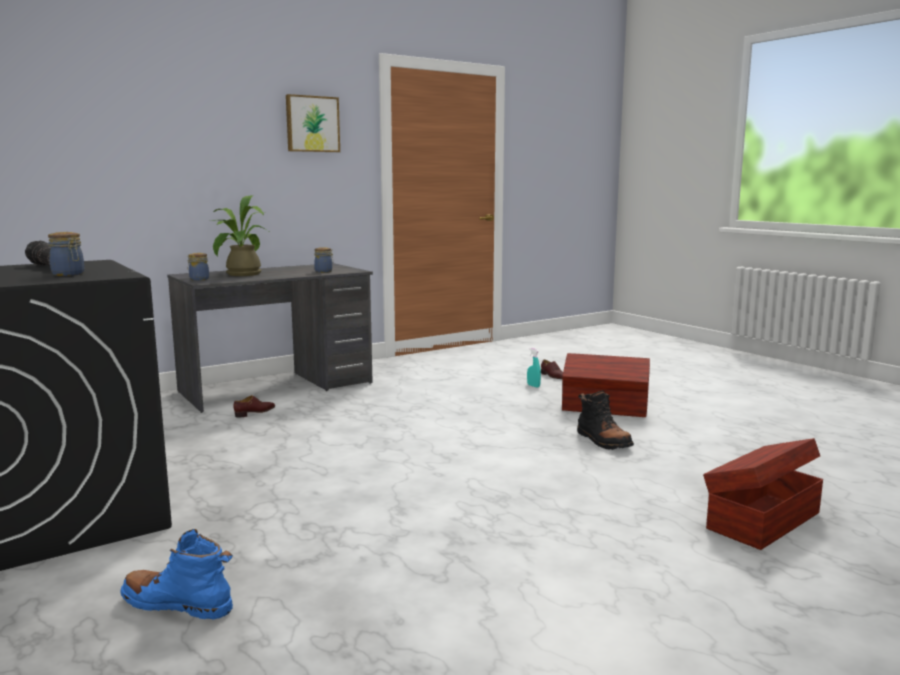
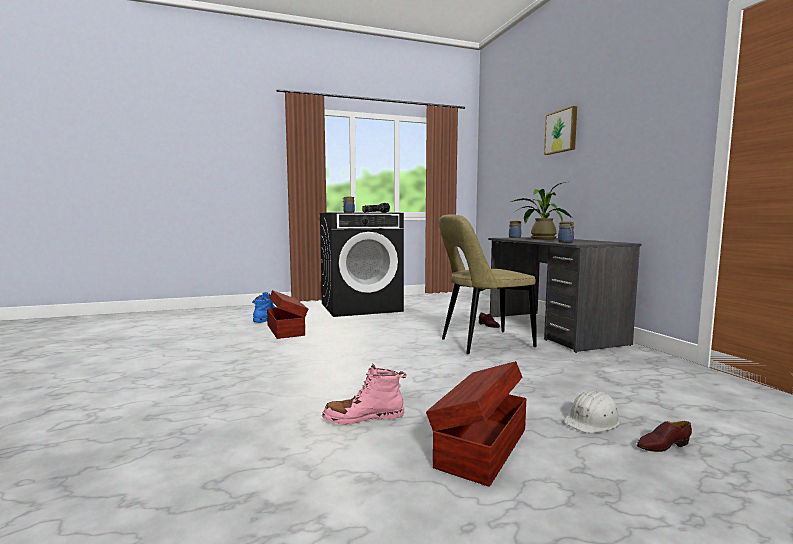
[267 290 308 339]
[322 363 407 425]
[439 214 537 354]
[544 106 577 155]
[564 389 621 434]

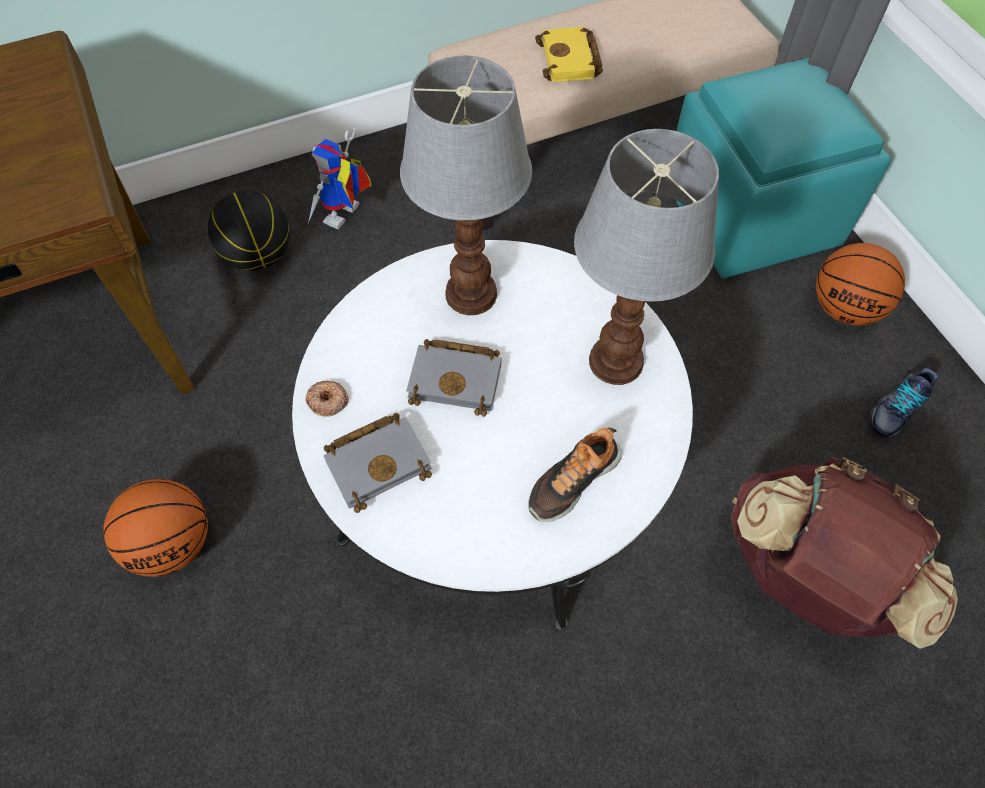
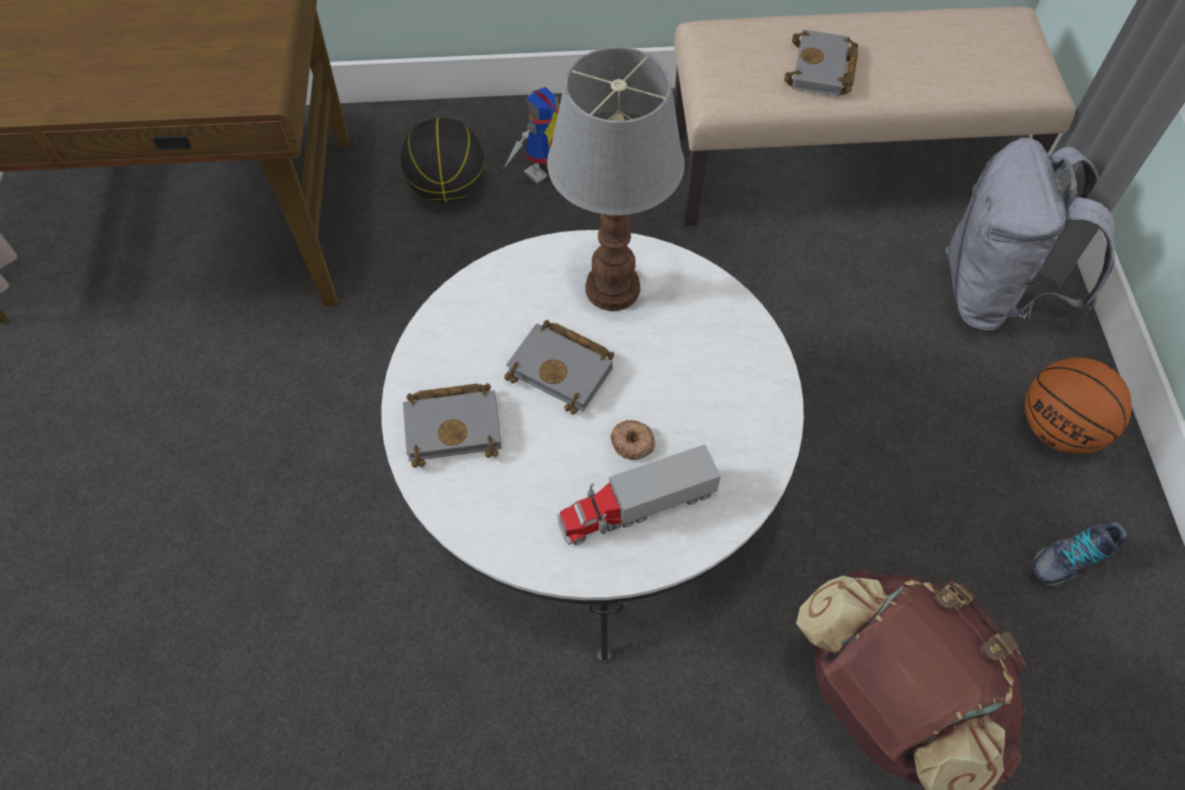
[557 444 721 545]
[611 420 656 460]
[784 30 858 96]
[946 138 1115 332]
[104 479 208 577] (first image)
[574 129 719 385] (first image)

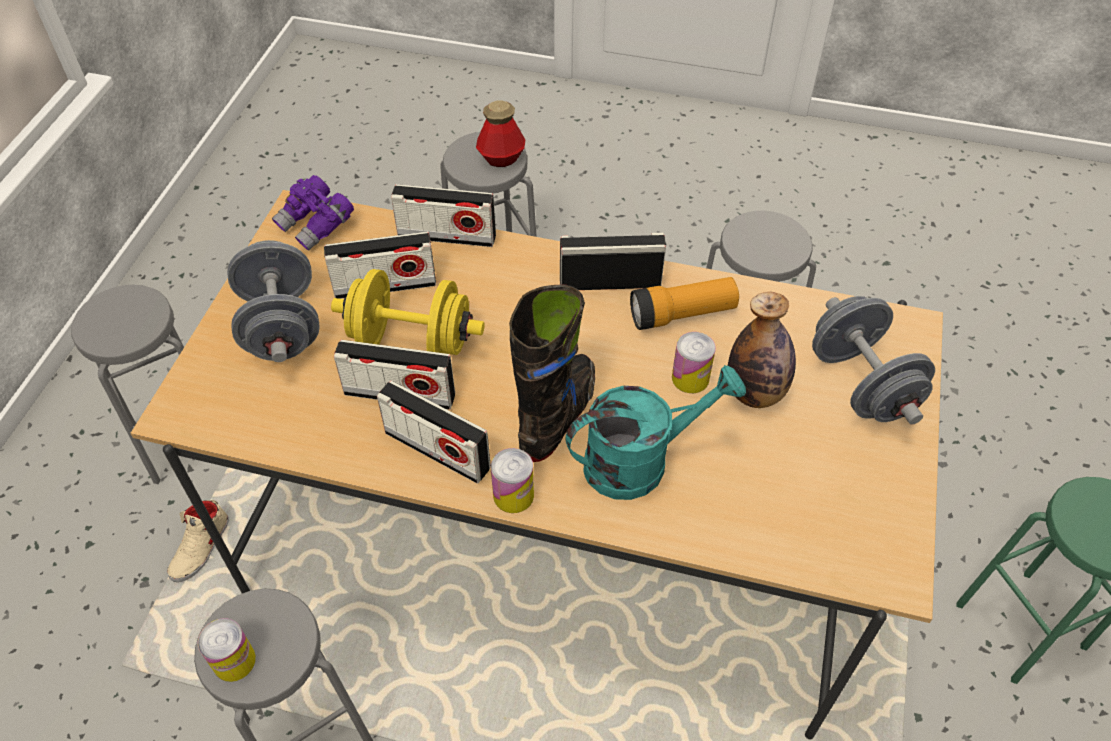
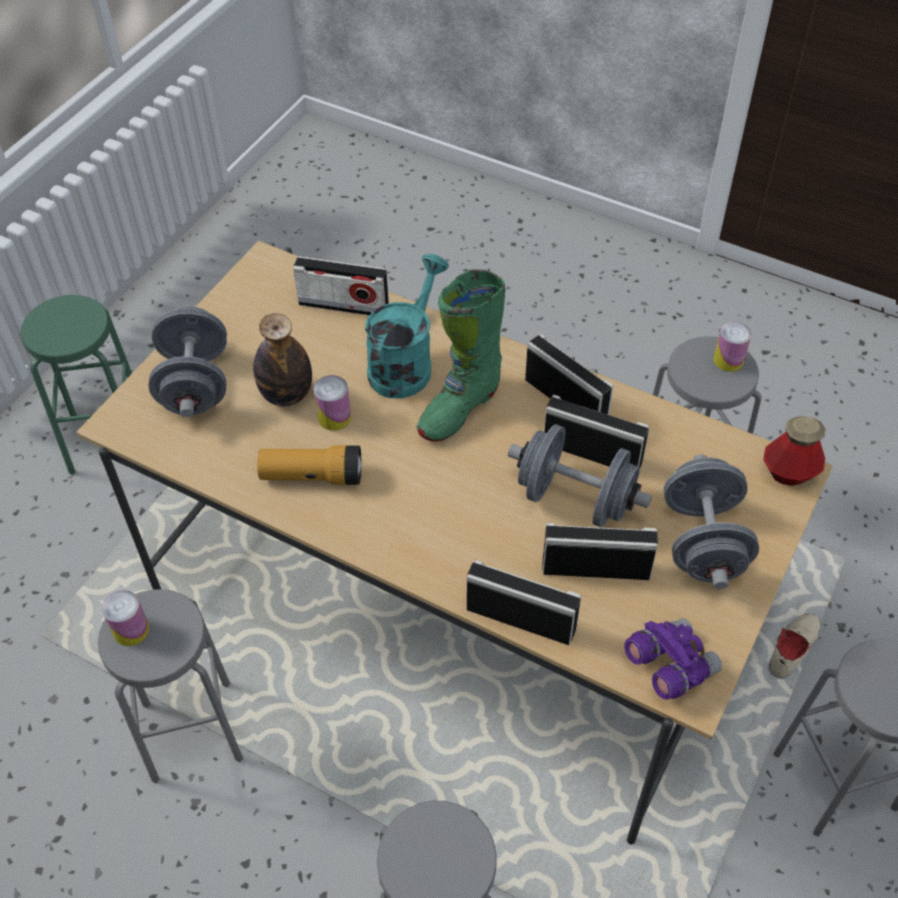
[102 590 149 646]
[293 256 389 315]
[365 254 449 398]
[416 269 505 442]
[508 424 652 527]
[763 416 825 486]

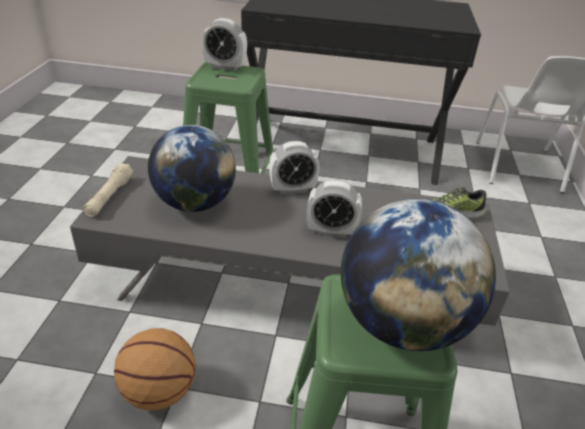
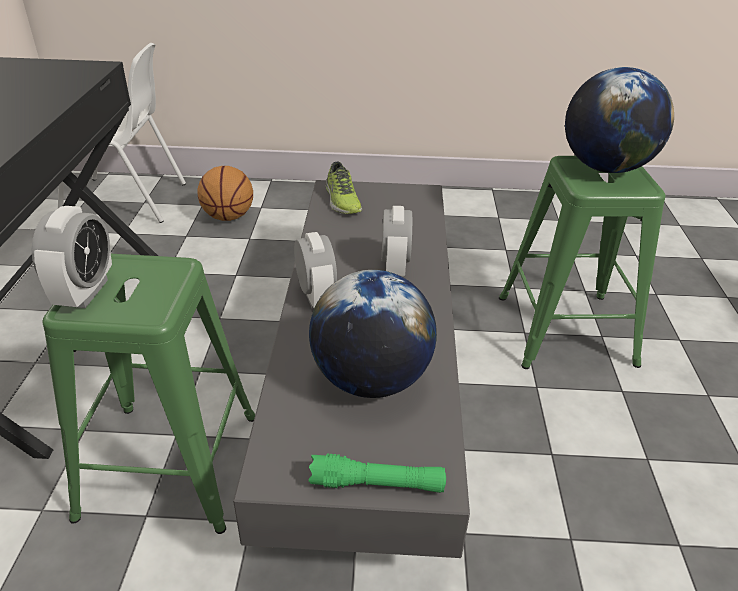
[197 166 253 221]
[308 453 446 493]

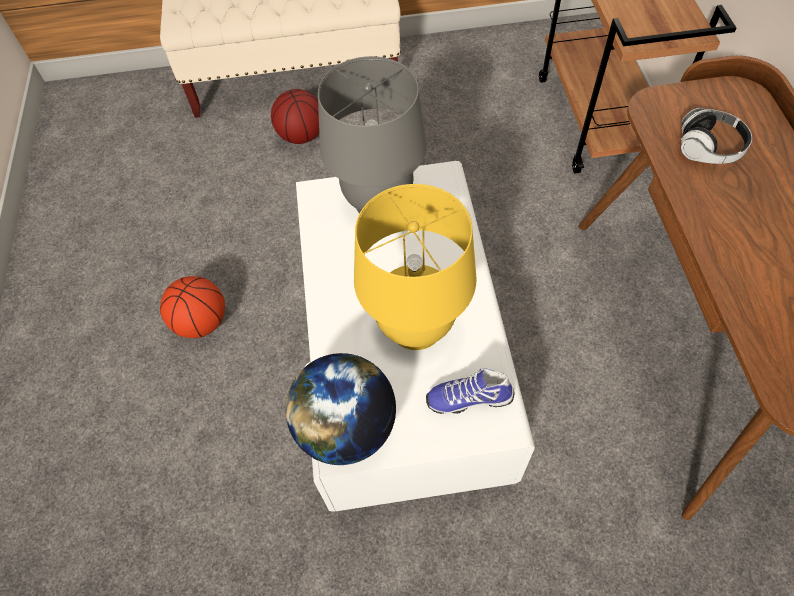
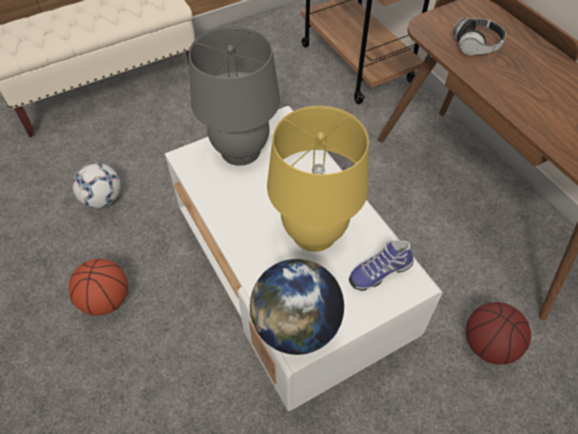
[72 163 121 209]
[466 302 531 364]

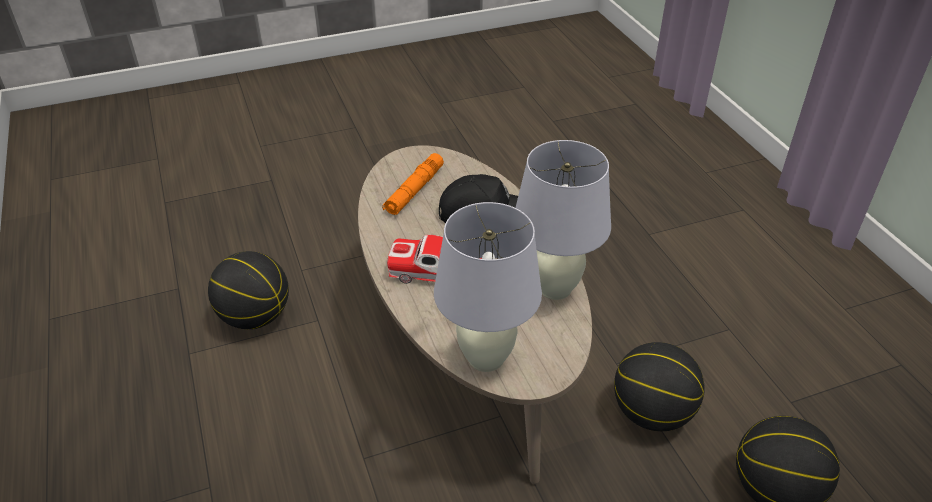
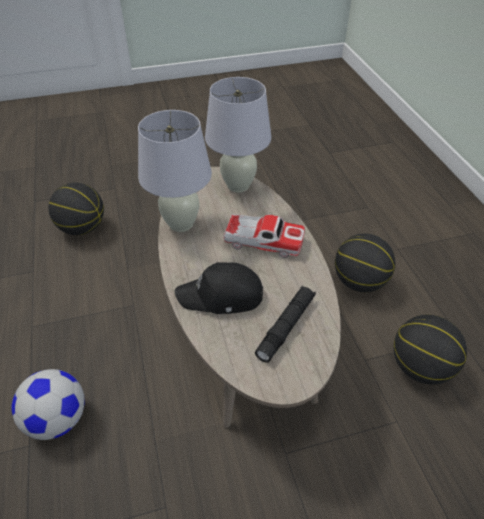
[12 369 85 440]
[255 286 316 363]
[335 233 395 292]

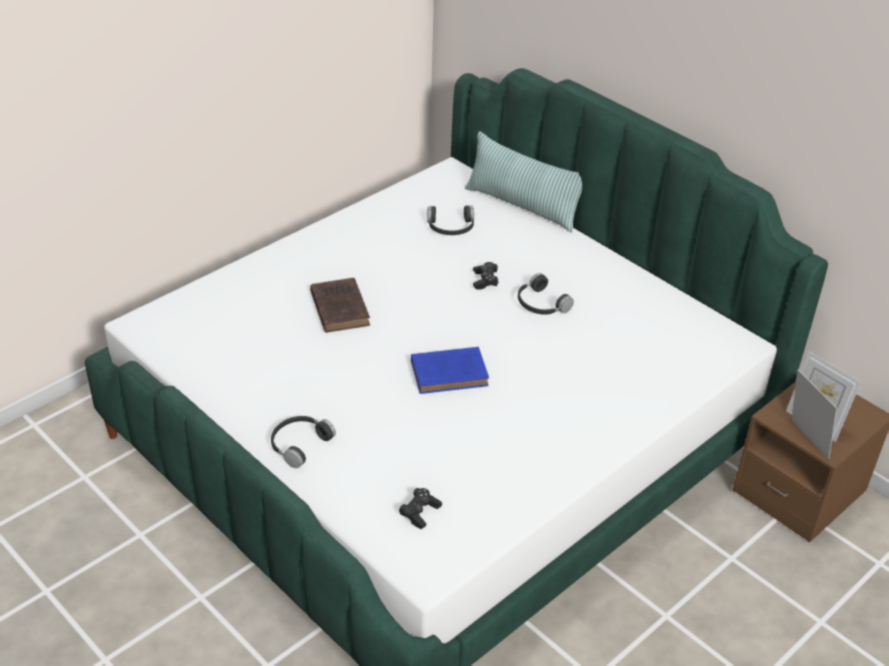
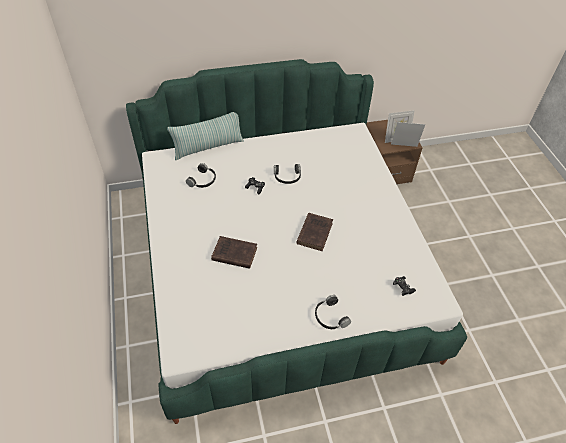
[296 213 333 251]

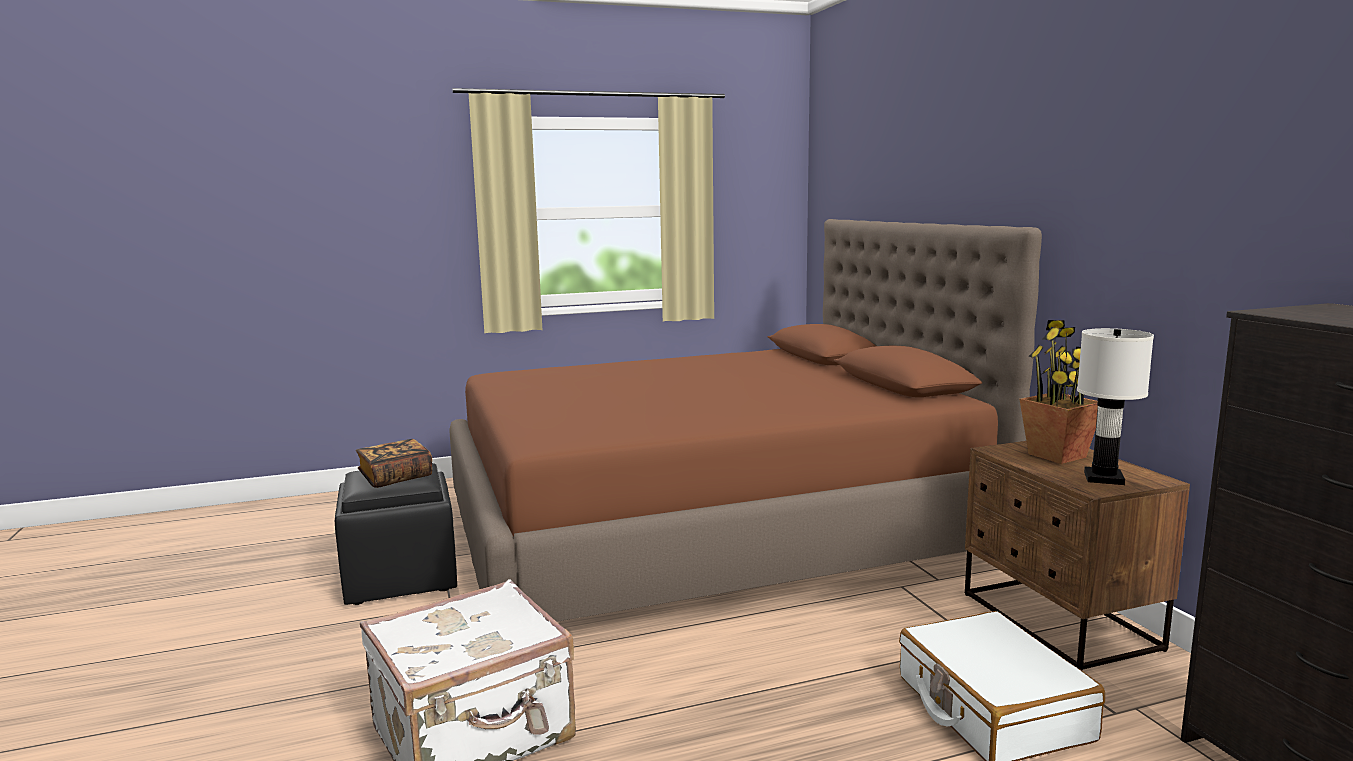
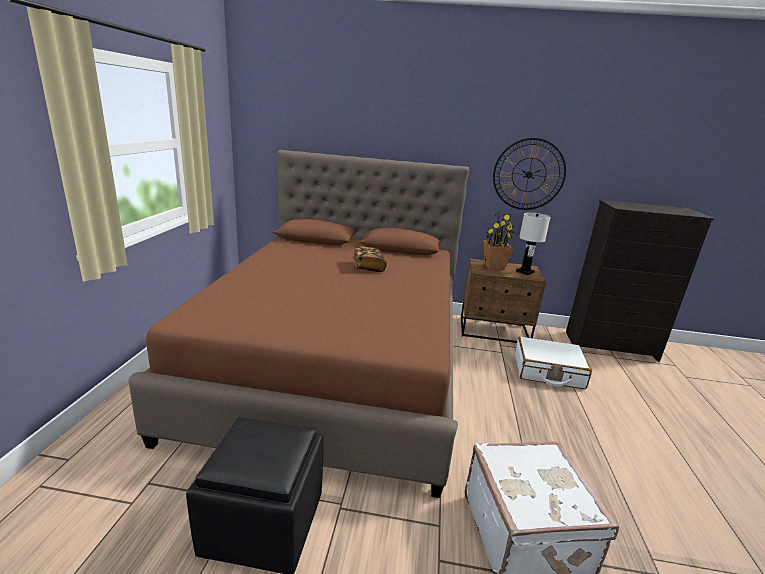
[353 246 387 272]
[493 138 566 210]

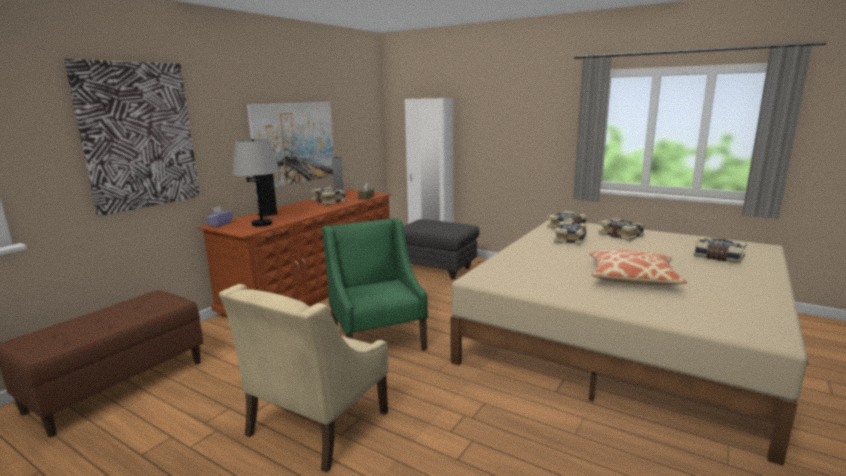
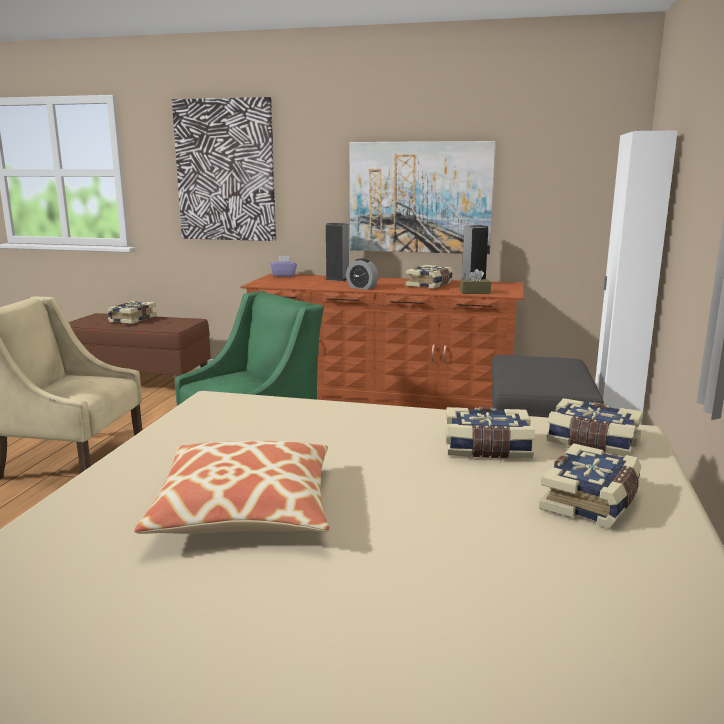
[107 301 157 324]
[346 258 378 290]
[232 139 279 227] (first image)

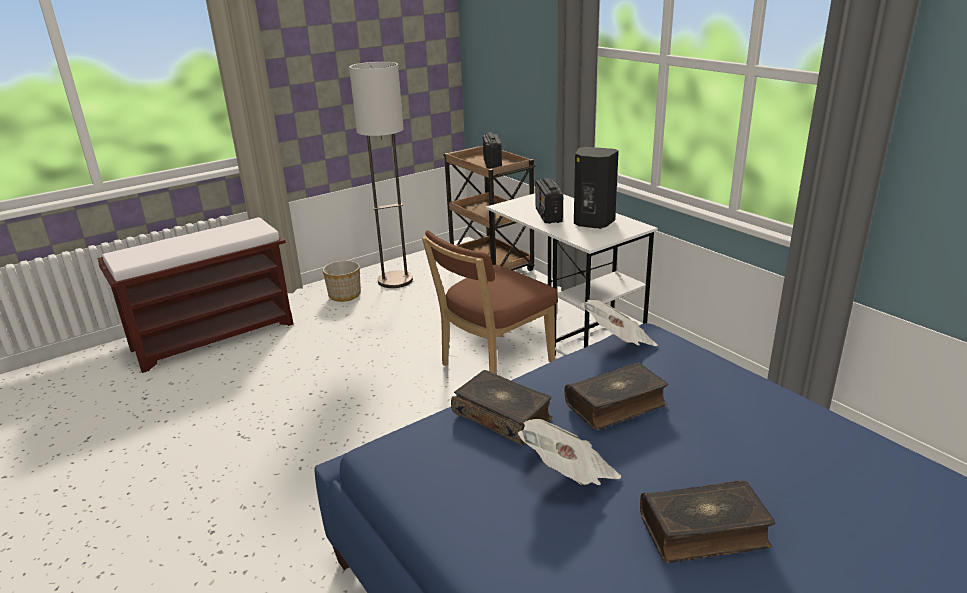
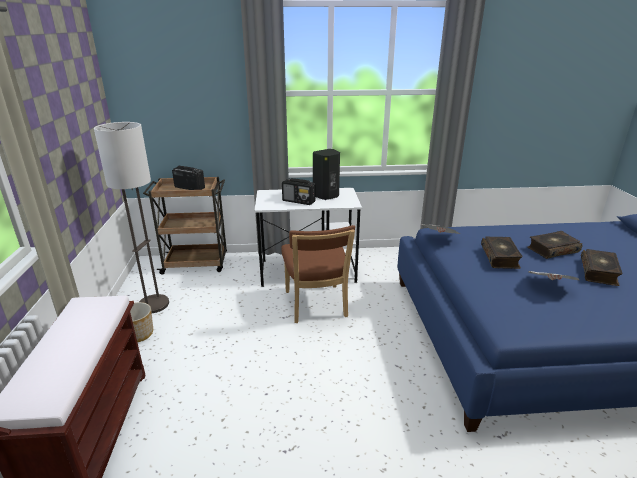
[527 231 582 259]

